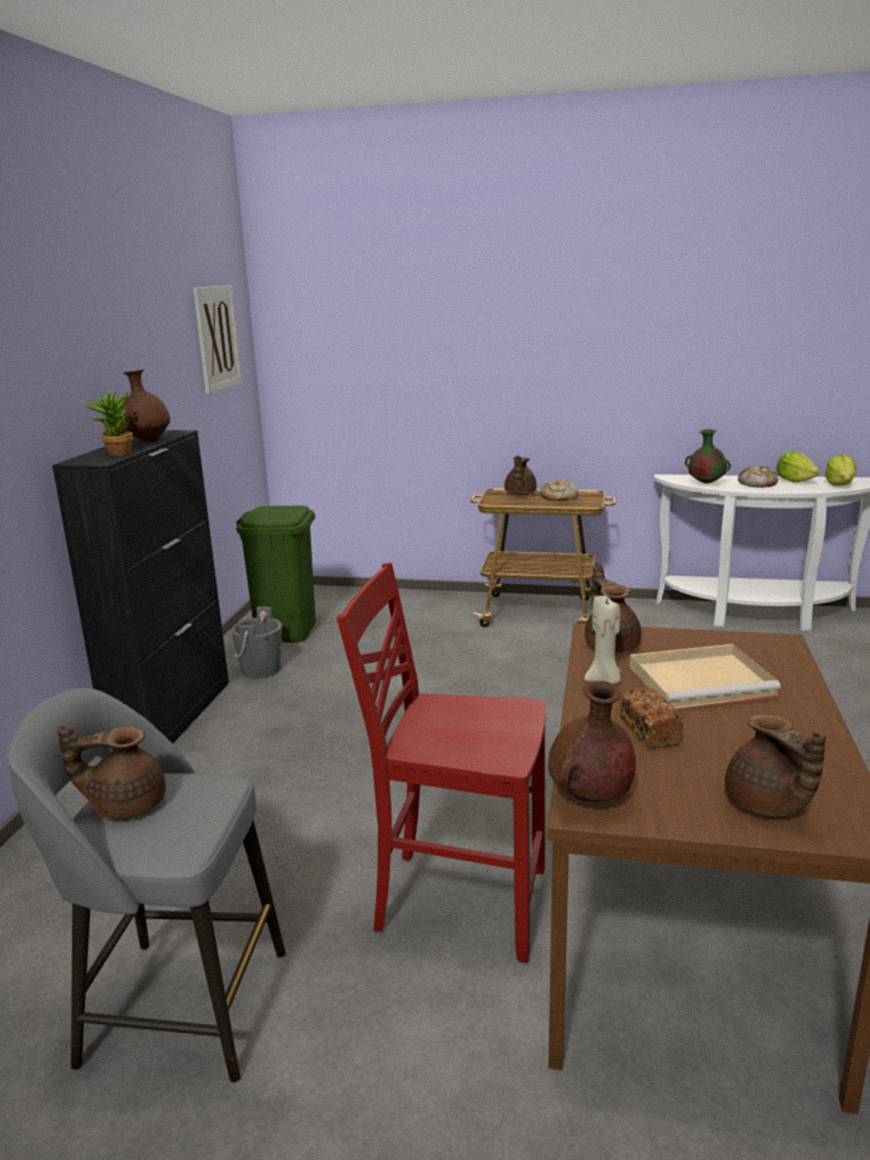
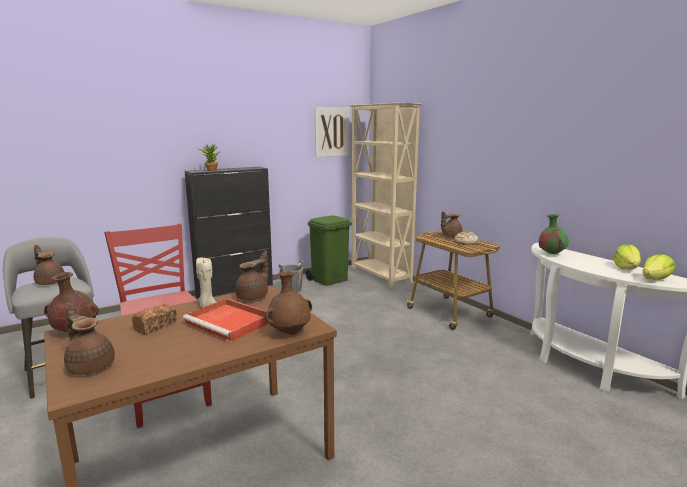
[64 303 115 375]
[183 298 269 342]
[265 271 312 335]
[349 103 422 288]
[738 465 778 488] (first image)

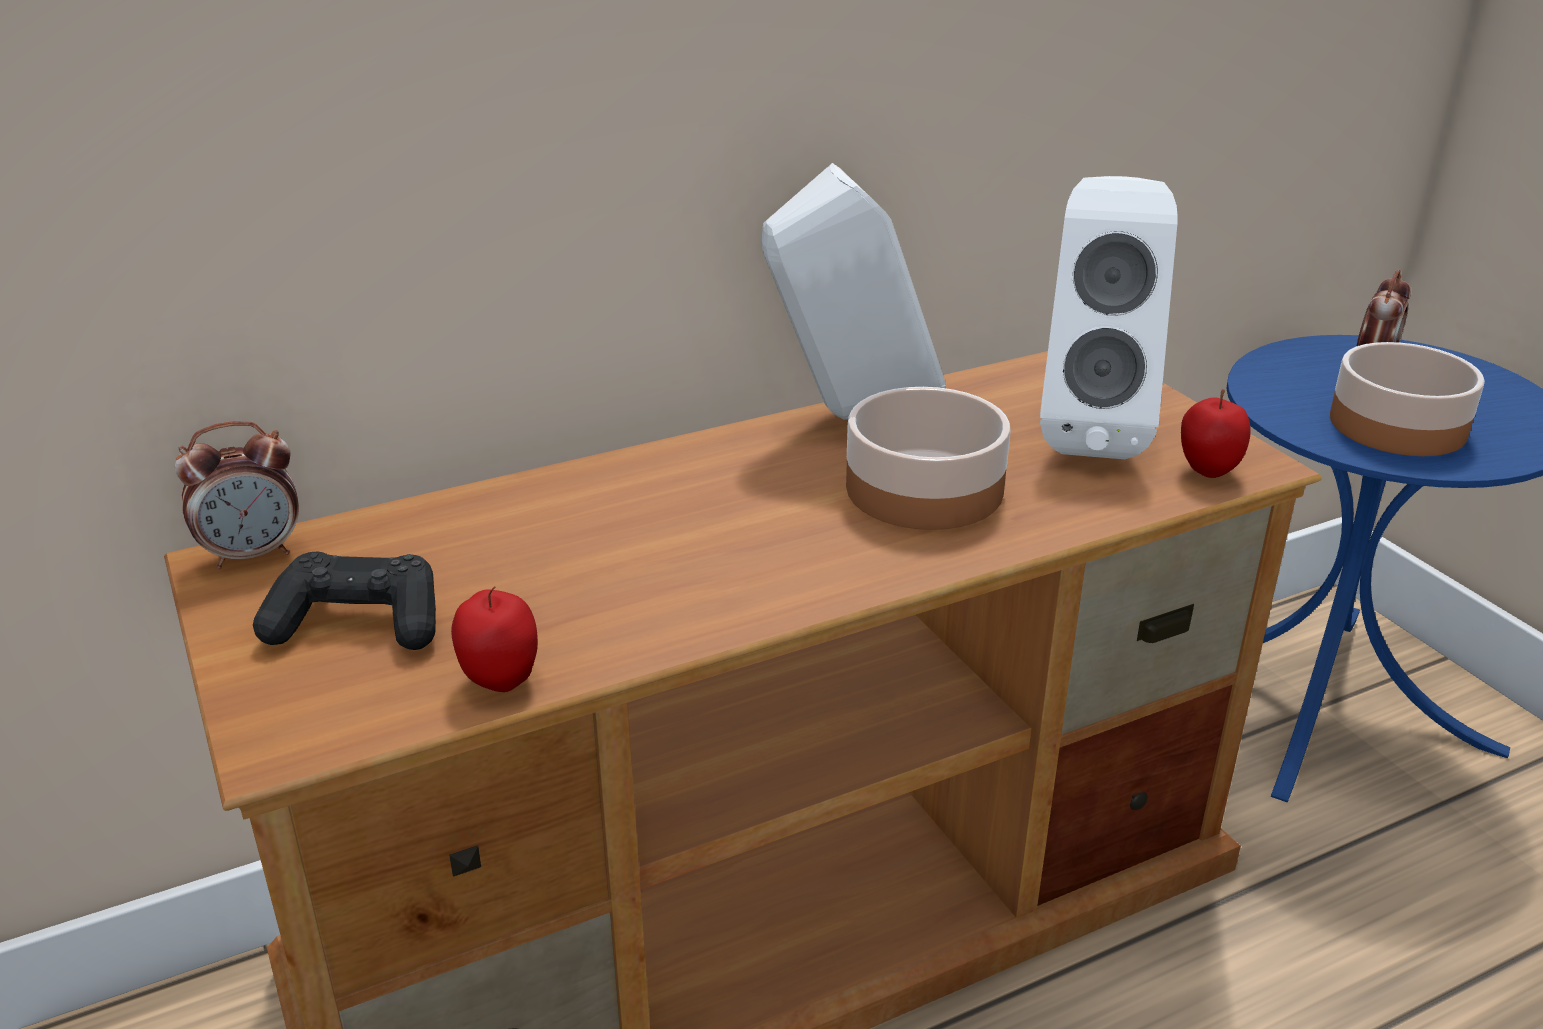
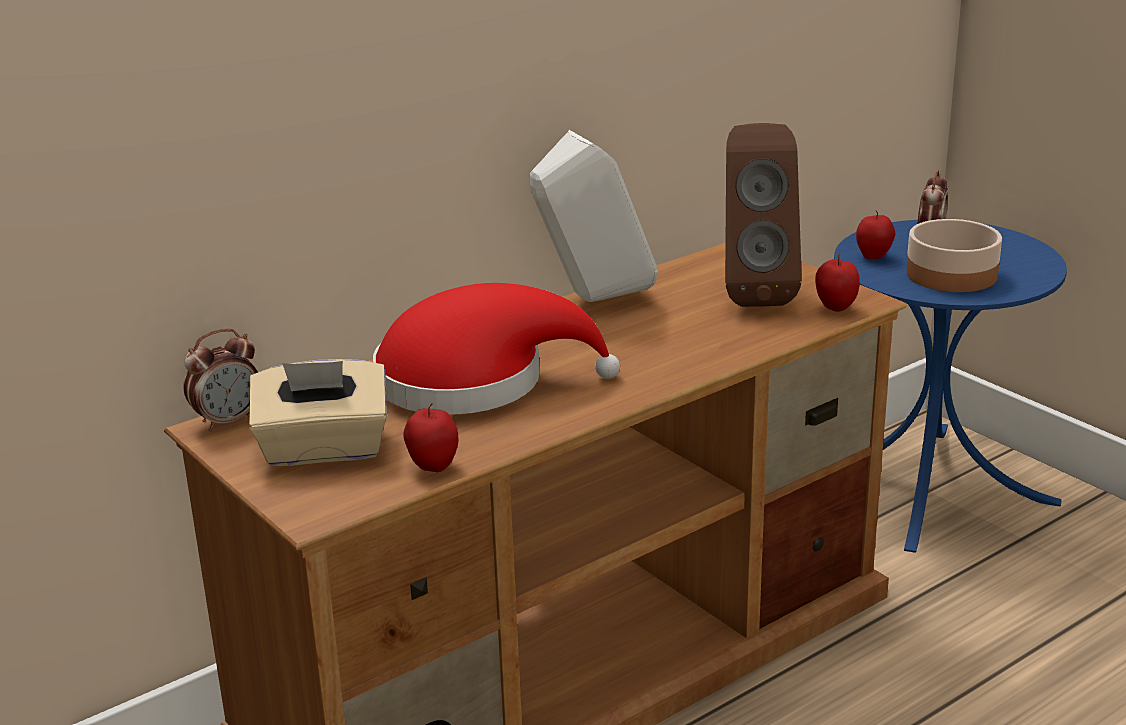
[249 359 387 466]
[373 283 620 415]
[725 123 802 307]
[856 210 895 259]
[846 387 1010 530] (first image)

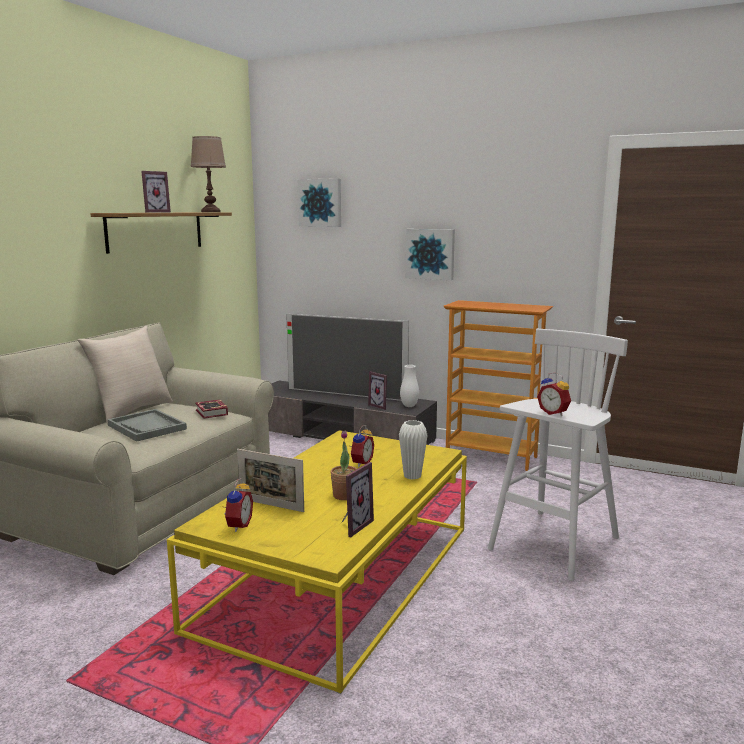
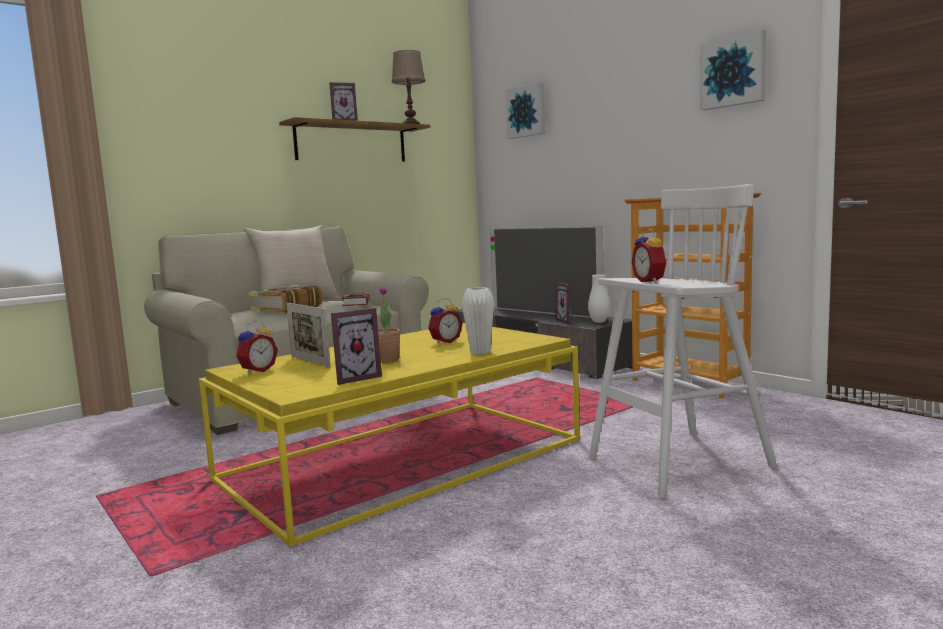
[249 285 322 313]
[700 29 766 110]

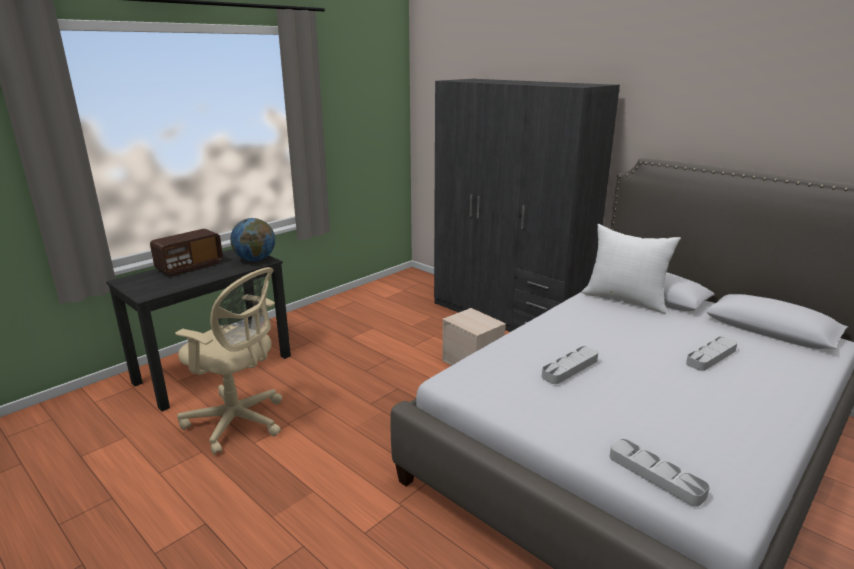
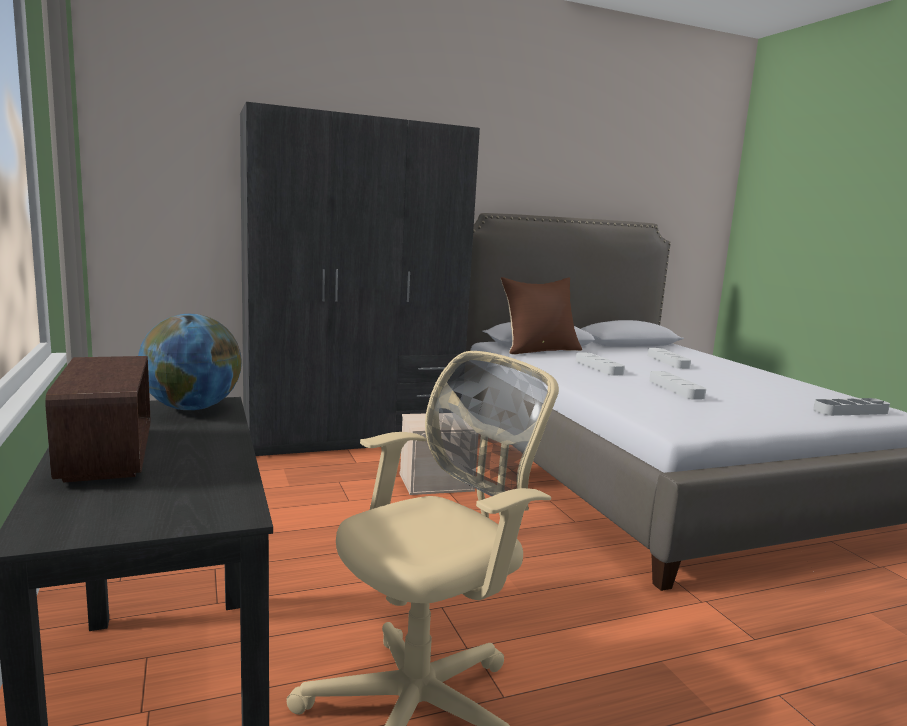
[500 277 582 355]
[576 352 625 376]

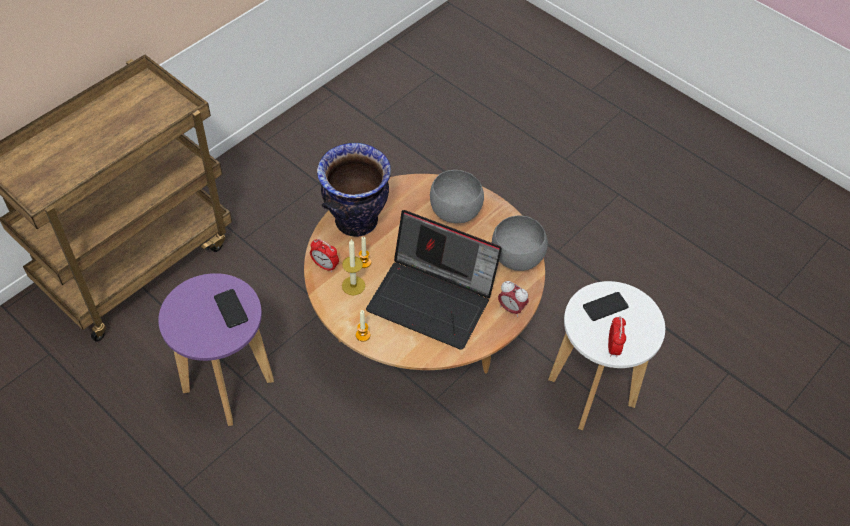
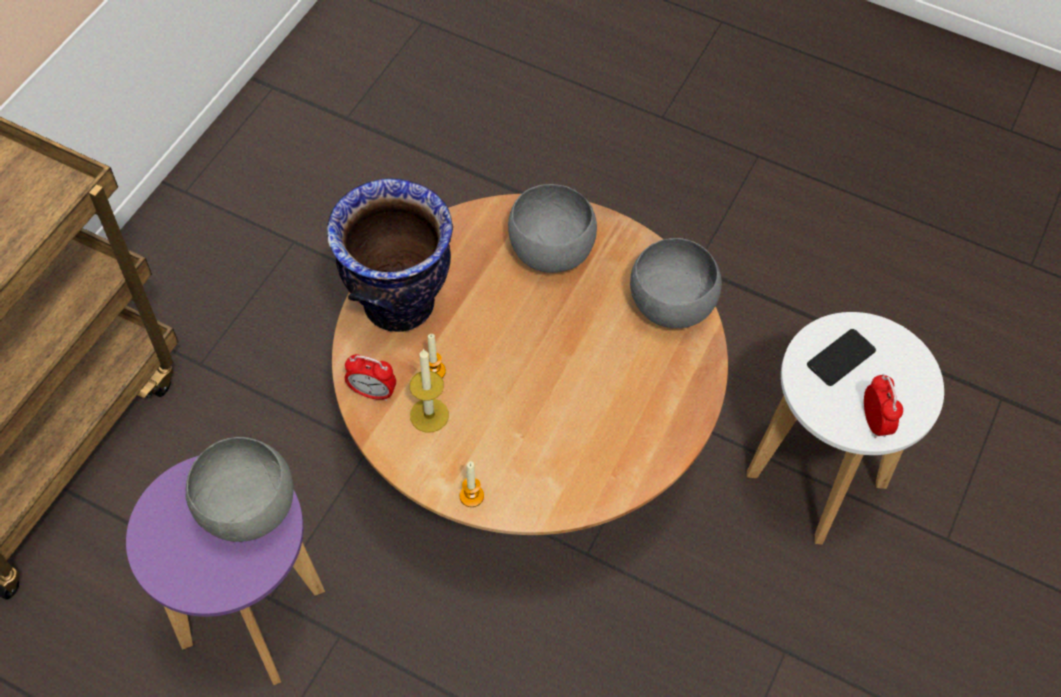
[185 437 294 542]
[366 210 502 350] (first image)
[498 281 529 317] (first image)

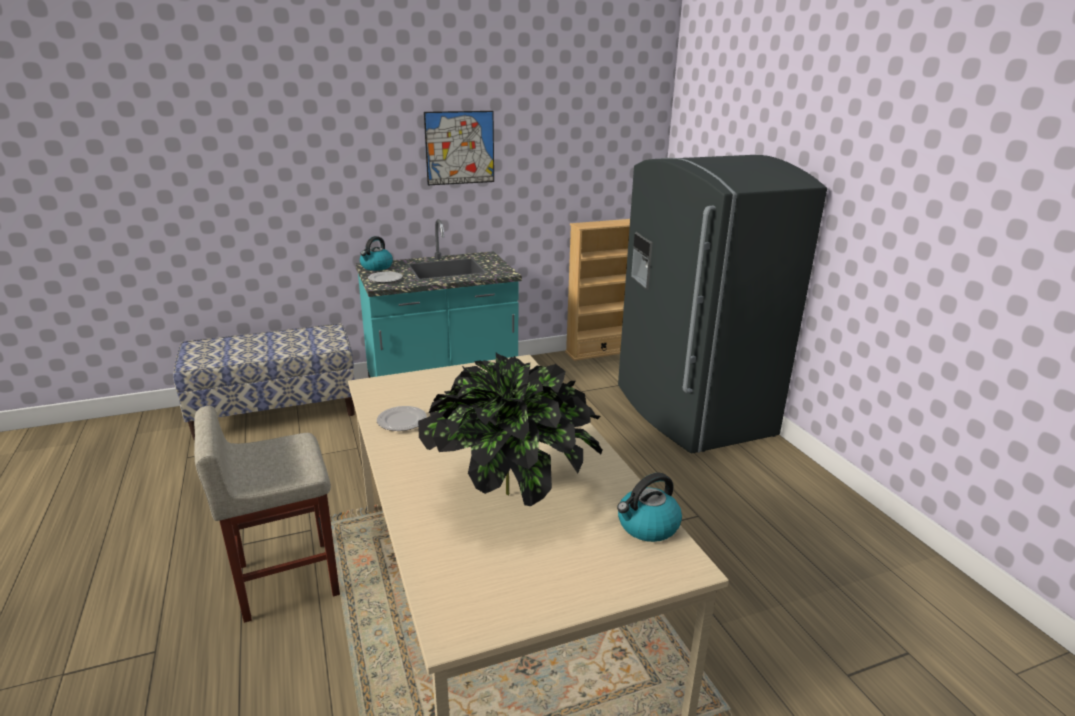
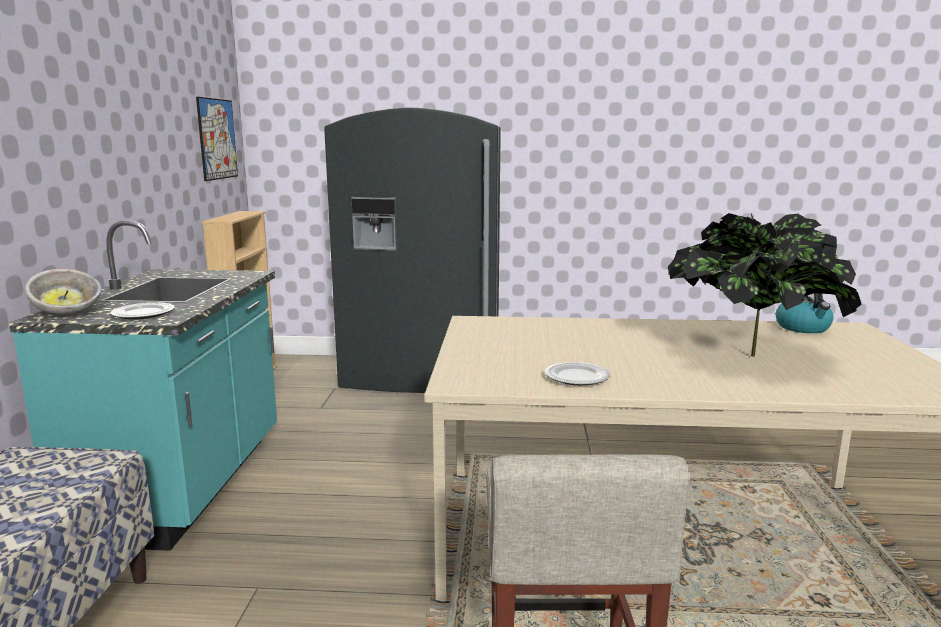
[25 269 102 316]
[196 97 238 181]

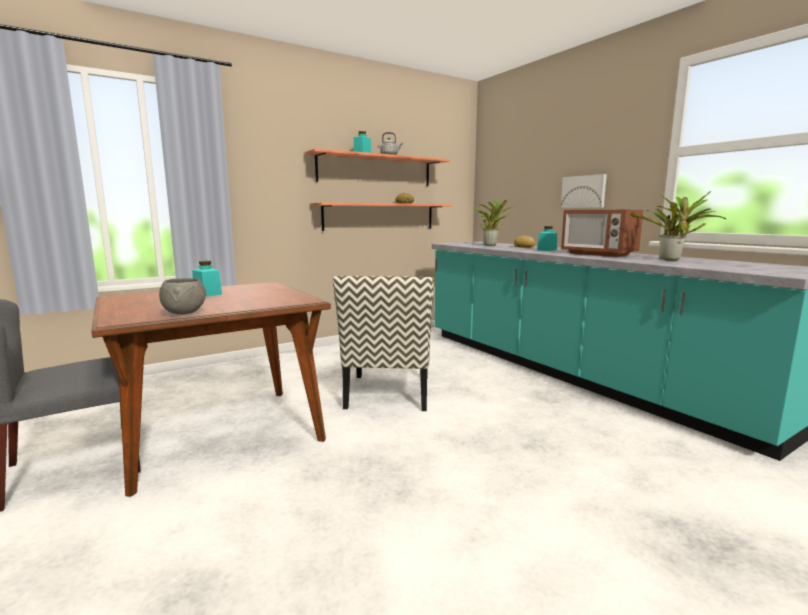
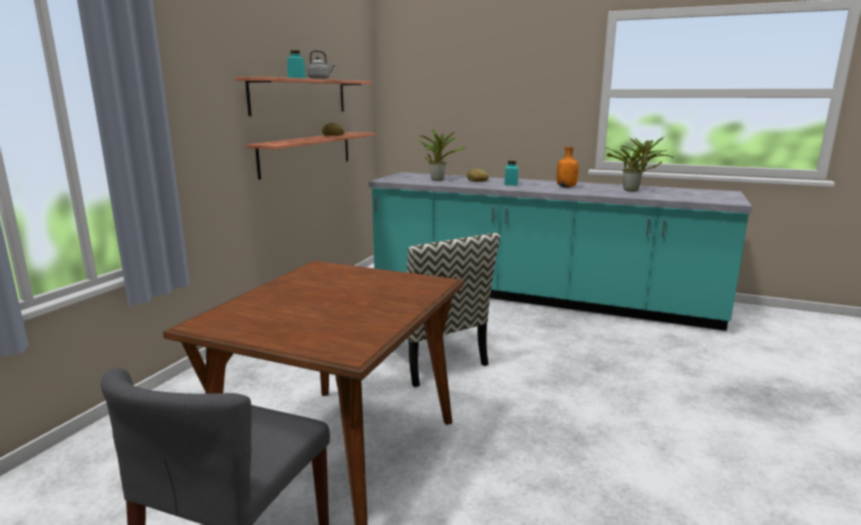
[557 147 579 188]
[159 278 206 315] (first image)
[192 261 222 297] (first image)
[561 174 607 208] (first image)

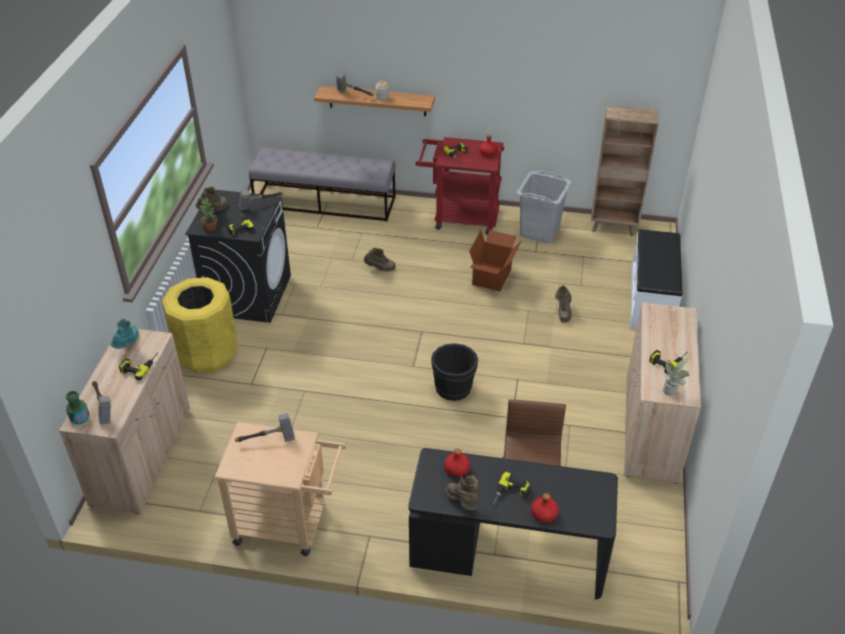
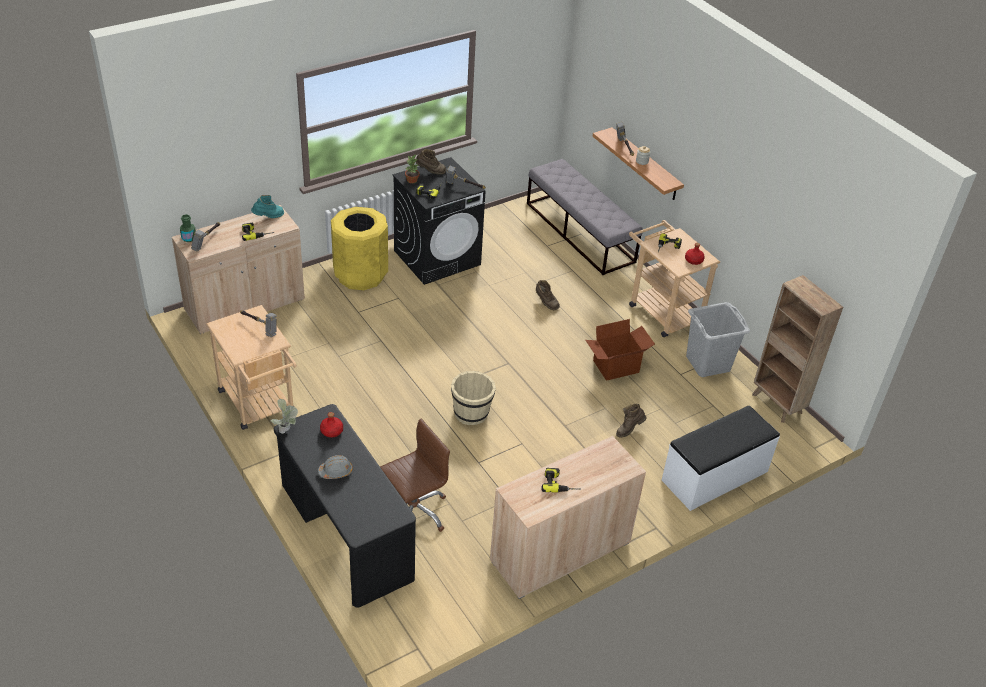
[271 399 298 434]
[318 455 353 479]
[451 371 496 425]
[629 220 720 337]
[445 475 478 510] (first image)
[531 493 559 523] (first image)

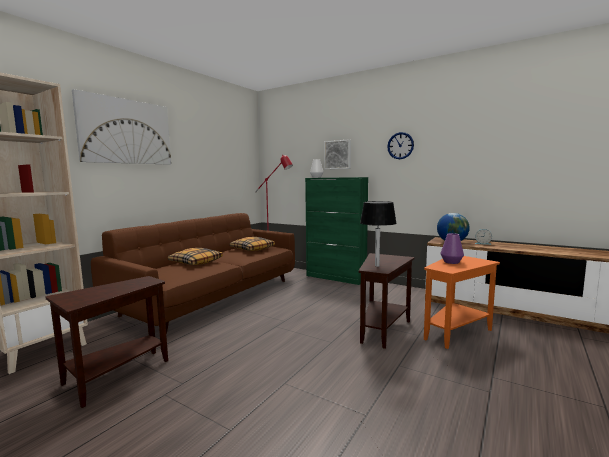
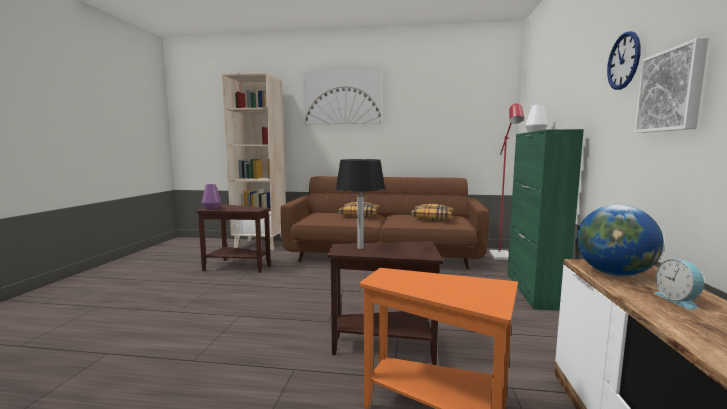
[202 184 222 210]
[634 38 708 133]

